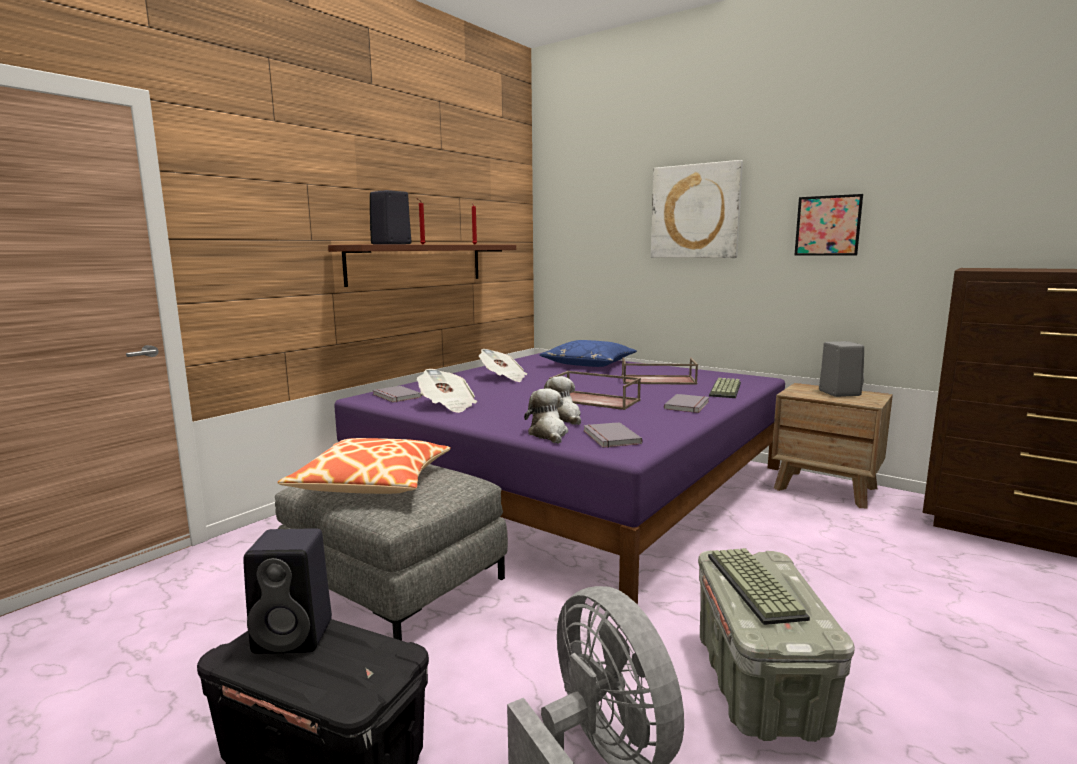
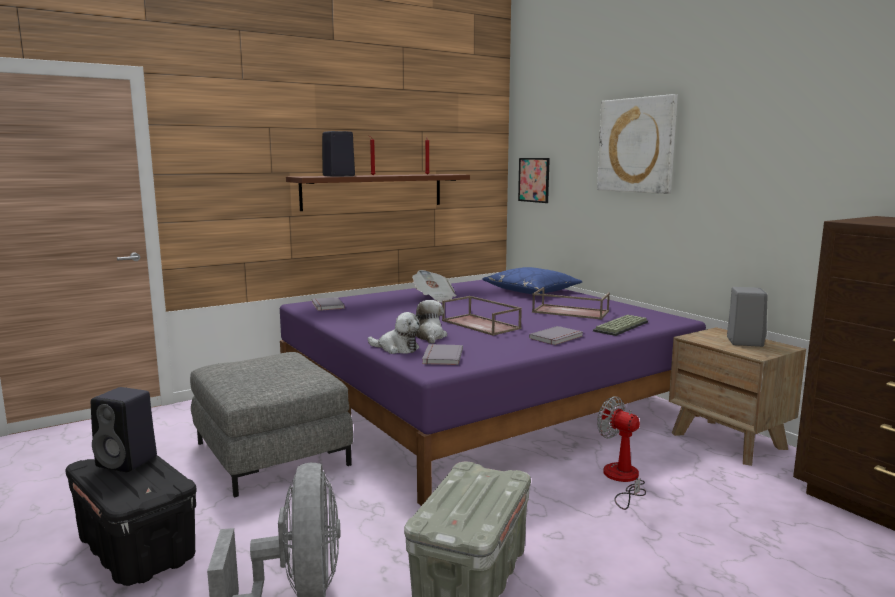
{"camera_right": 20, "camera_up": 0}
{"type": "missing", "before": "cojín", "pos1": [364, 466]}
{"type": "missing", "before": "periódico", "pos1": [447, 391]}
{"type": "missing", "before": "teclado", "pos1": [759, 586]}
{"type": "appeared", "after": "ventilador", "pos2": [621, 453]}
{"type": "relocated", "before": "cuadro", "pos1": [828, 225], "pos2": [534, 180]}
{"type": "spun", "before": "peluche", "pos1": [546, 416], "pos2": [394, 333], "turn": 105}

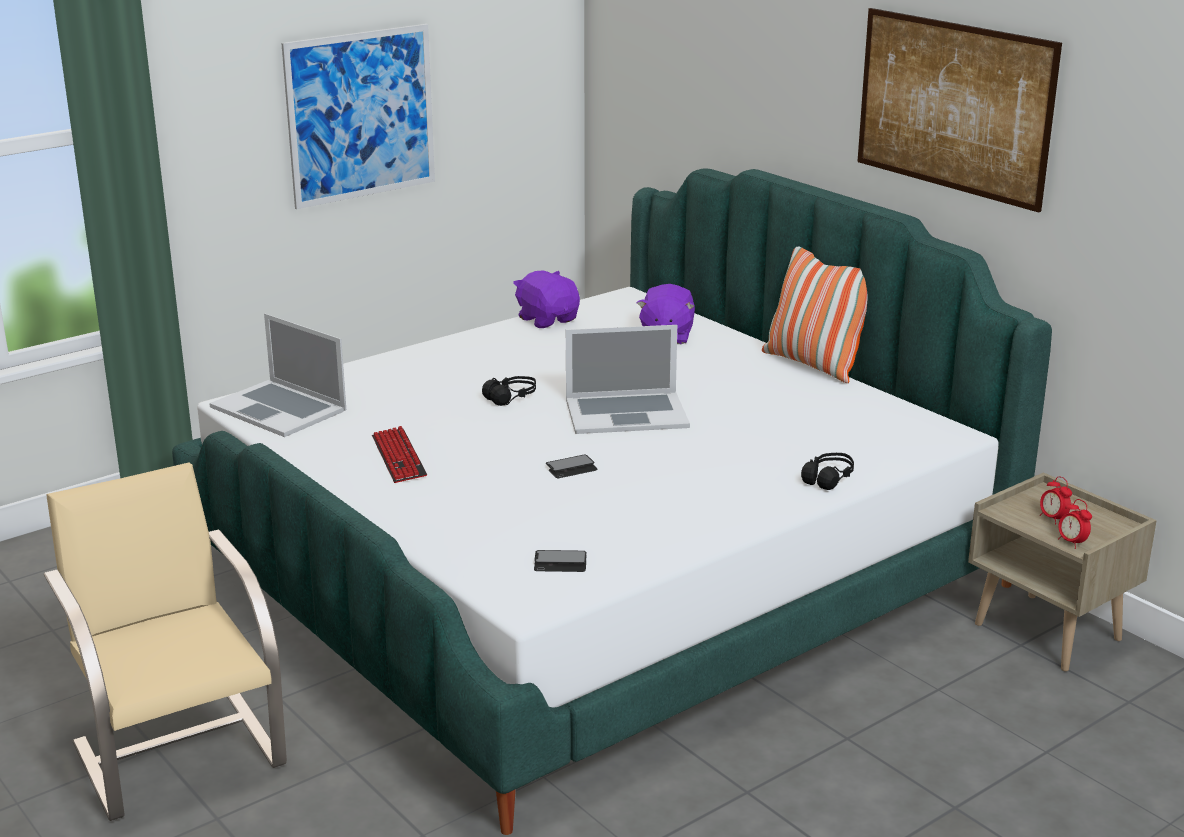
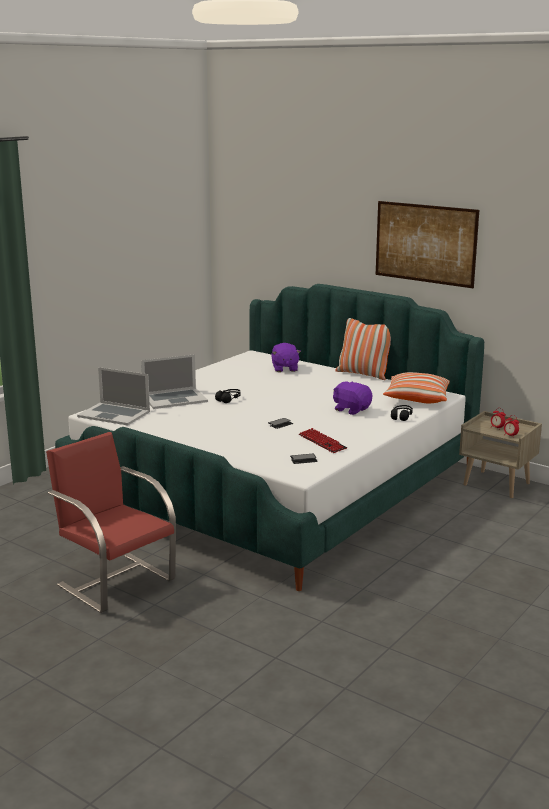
{"camera_right": -15, "camera_up": -5}
{"type": "missing", "before": "cuadro", "pos1": [358, 116]}
{"type": "appeared", "after": "cojín", "pos2": [416, 387]}
{"type": "relocated", "before": "teclado", "pos1": [399, 454], "pos2": [323, 440]}
{"type": "relocated", "before": "peluche (morado)", "pos1": [546, 299], "pos2": [352, 398]}
{"type": "relocated", "before": "portátil", "pos1": [628, 379], "pos2": [174, 381]}
{"type": "colour", "before": "silla (beis)", "after": "silla (rojo)", "pos1": [165, 642], "pos2": [111, 522]}

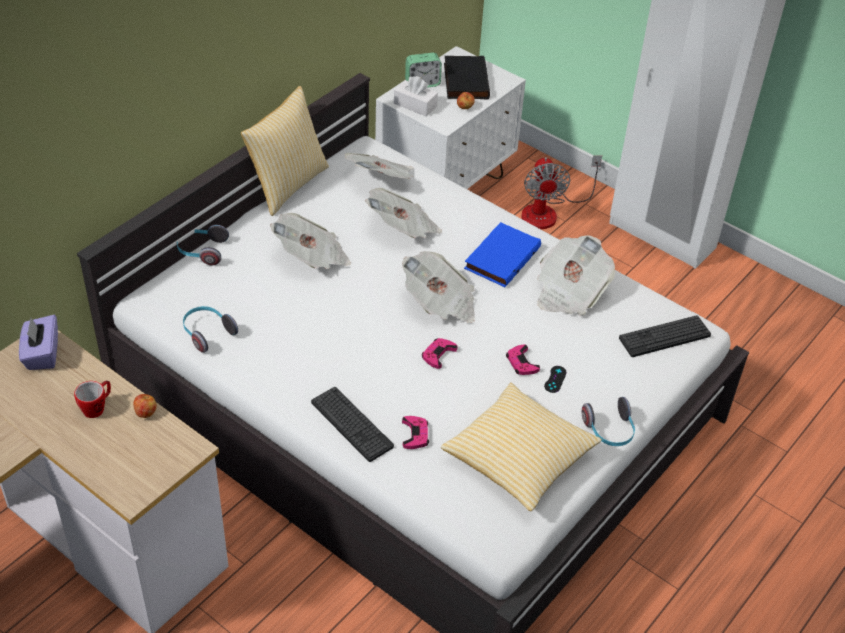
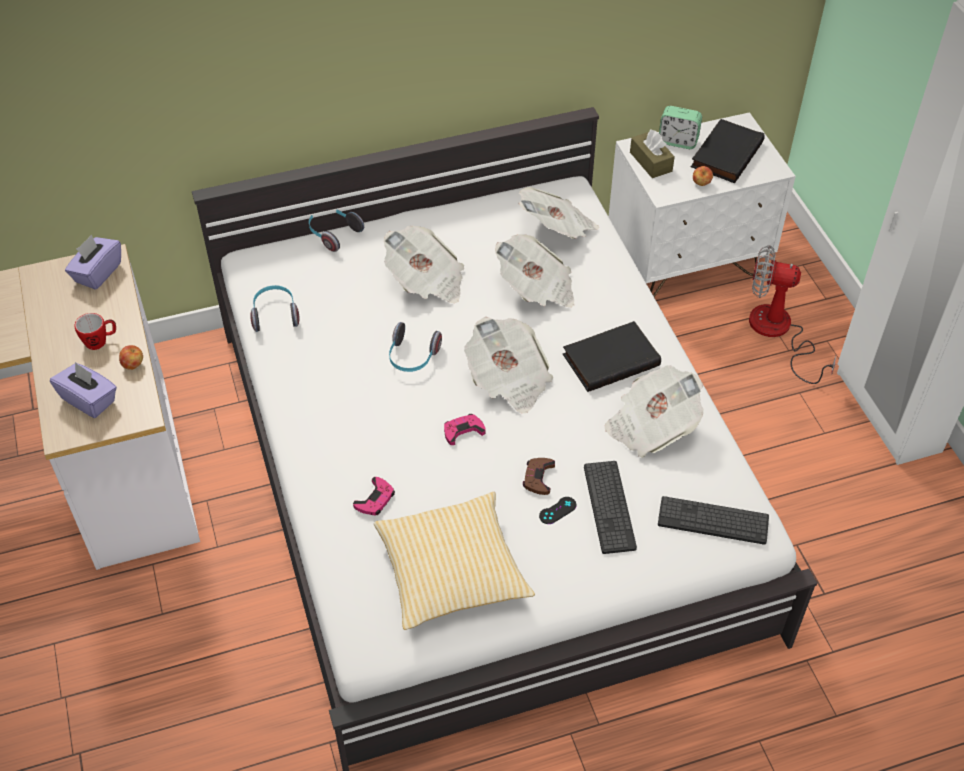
{"camera_right": 35, "camera_up": 5}
{"type": "missing", "before": "cojín", "pos1": [285, 151]}
{"type": "appeared", "after": "caja de pañuelos (morado)", "pos2": [83, 390]}
{"type": "relocated", "before": "teclado", "pos1": [352, 424], "pos2": [610, 507]}
{"type": "relocated", "before": "auriculares", "pos1": [608, 421], "pos2": [415, 347]}
{"type": "colour", "before": "caja de pañuelos (blanco)", "after": "caja de pañuelos (marrón)", "pos1": [416, 96], "pos2": [652, 153]}
{"type": "colour", "before": "libro (azul)", "after": "libro (negro)", "pos1": [502, 255], "pos2": [612, 356]}
{"type": "colour", "before": "mando de consola (rosa)", "after": "mando de consola (marrón)", "pos1": [523, 360], "pos2": [539, 476]}
{"type": "spun", "before": "ventilador", "pos1": [561, 192], "pos2": [792, 314], "turn": 75}

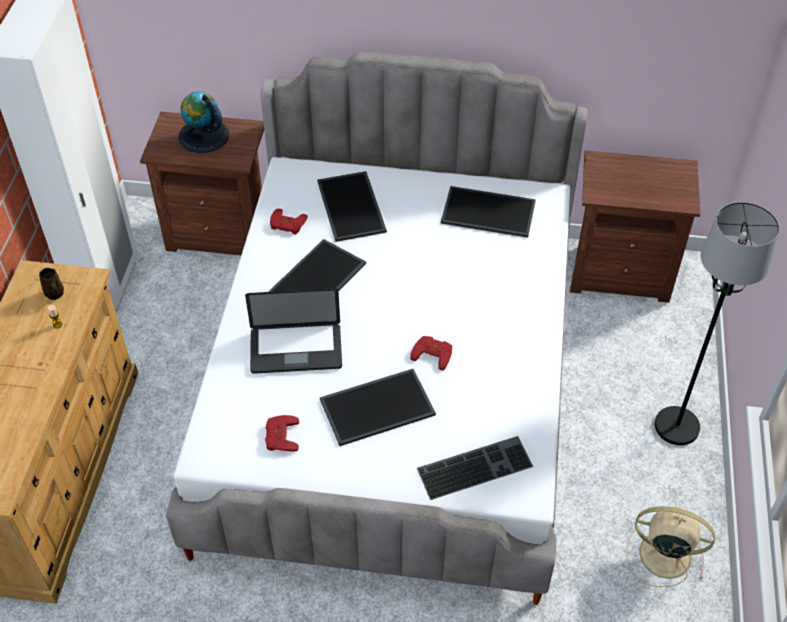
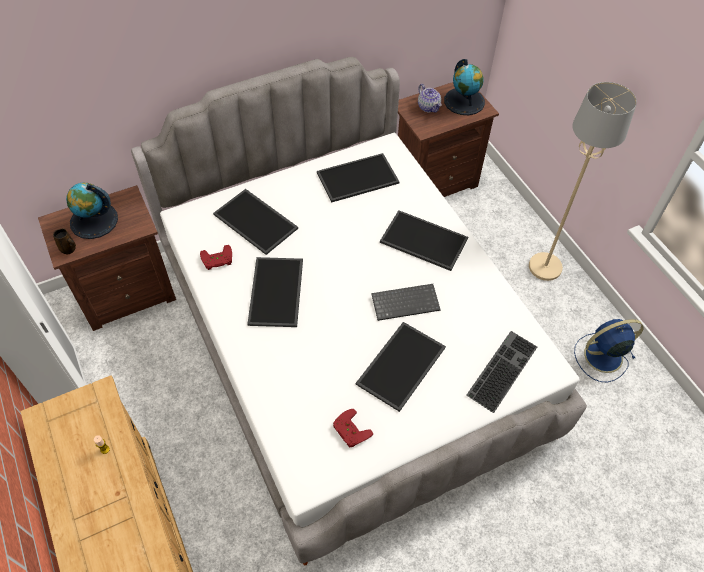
{"camera_right": -35, "camera_up": 5}
{"type": "missing", "before": "portátil", "pos1": [293, 331]}
{"type": "appeared", "after": "bandeja", "pos2": [424, 240]}
{"type": "appeared", "after": "tetera", "pos2": [430, 98]}
{"type": "appeared", "after": "globo terráqueo", "pos2": [464, 87]}
{"type": "relocated", "before": "taza grande (marrón)", "pos1": [51, 284], "pos2": [64, 241]}
{"type": "exchanged", "before": "mando de consola (rojo)", "after": "teclado", "pos1": [431, 353], "pos2": [406, 302]}
{"type": "colour", "before": "ventilador (beis)", "after": "ventilador (azul)", "pos1": [670, 546], "pos2": [609, 350]}
{"type": "colour", "before": "lámpara de pie (negro)", "after": "lámpara de pie (beis)", "pos1": [717, 323], "pos2": [583, 181]}

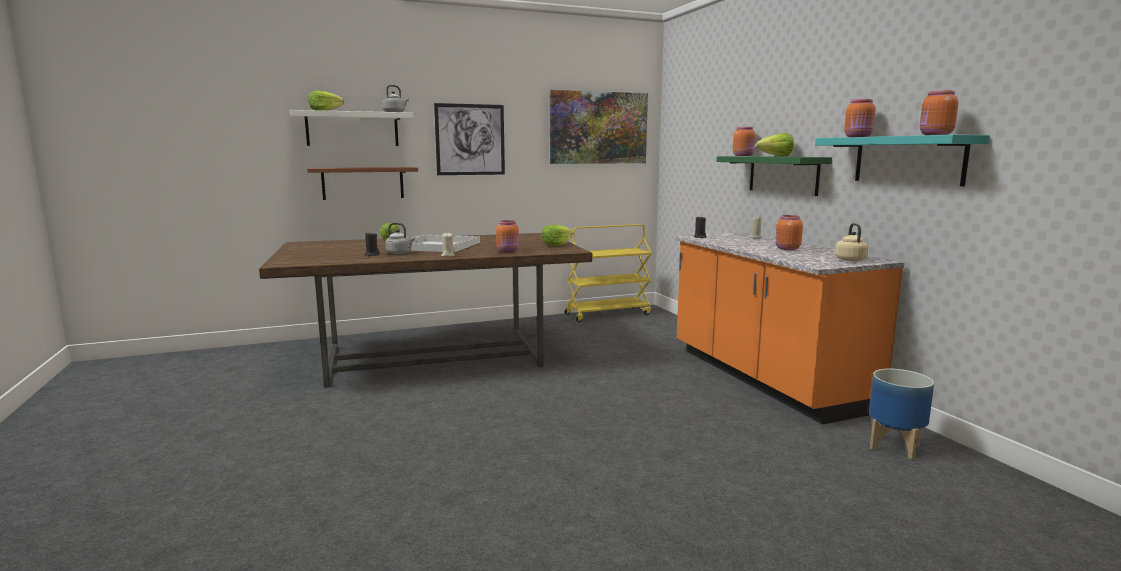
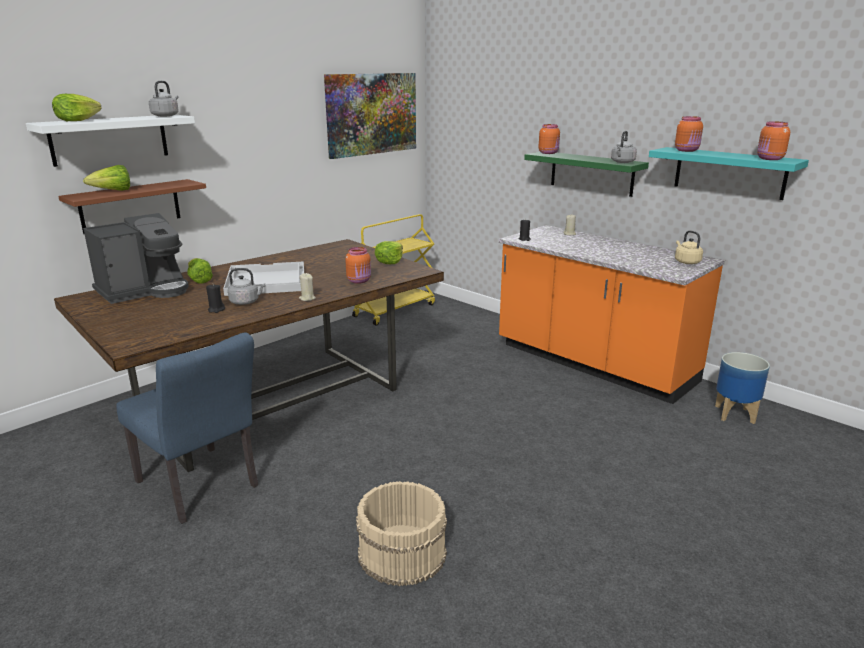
{"camera_right": -25, "camera_up": 10}
{"type": "missing", "before": "cuadro", "pos1": [469, 139]}
{"type": "missing", "before": "tarro (naranja)", "pos1": [789, 232]}
{"type": "appeared", "after": "cafetera", "pos2": [136, 258]}
{"type": "appeared", "after": "silla (azul)", "pos2": [187, 428]}
{"type": "appeared", "after": "cubo (beis)", "pos2": [401, 533]}
{"type": "appeared", "after": "hervidor (gris)", "pos2": [624, 147]}
{"type": "relocated", "before": "lechuga", "pos1": [774, 144], "pos2": [106, 178]}

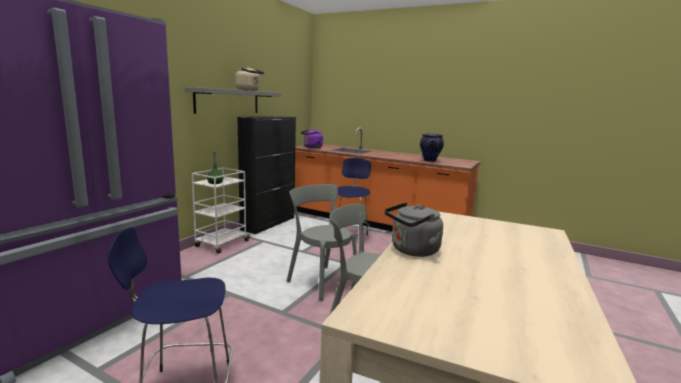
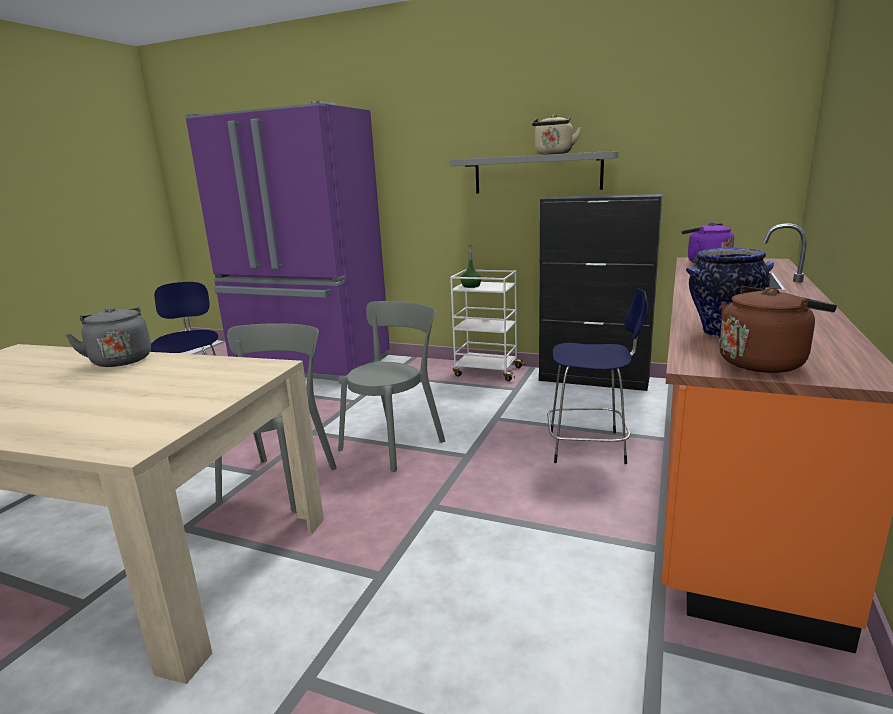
{"camera_right": 85, "camera_up": 5}
{"type": "appeared", "after": "hervidor (marrón)", "pos2": [778, 329]}

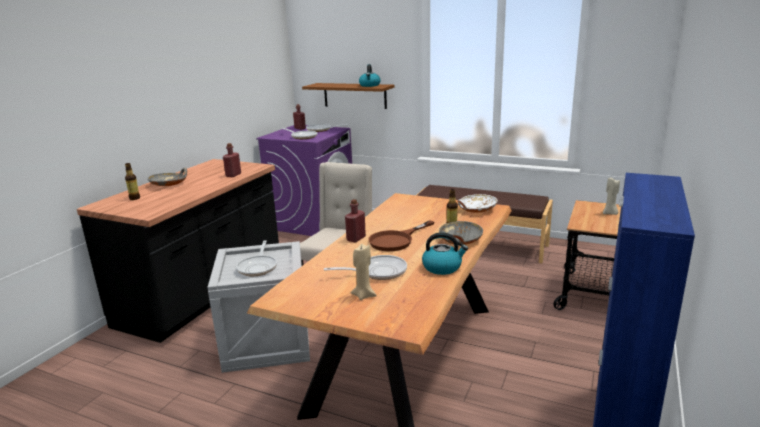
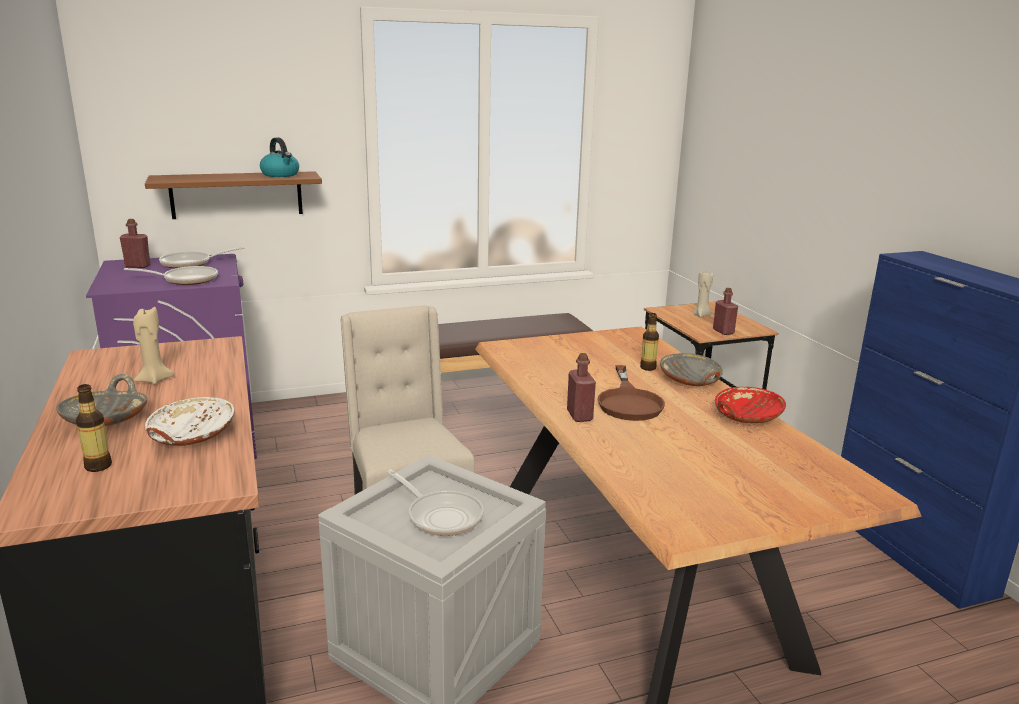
{"camera_right": -45, "camera_up": 0}
{"type": "missing", "before": "sartén", "pos1": [365, 267]}
{"type": "relocated", "before": "botella (rojo)", "pos1": [232, 160], "pos2": [725, 311]}
{"type": "relocated", "before": "vela (beis)", "pos1": [364, 272], "pos2": [153, 345]}
{"type": "relocated", "before": "cuenco (blanco)", "pos1": [477, 203], "pos2": [190, 421]}
{"type": "exchanged", "before": "hervidor", "after": "cuenco (rojo)", "pos1": [445, 253], "pos2": [750, 405]}

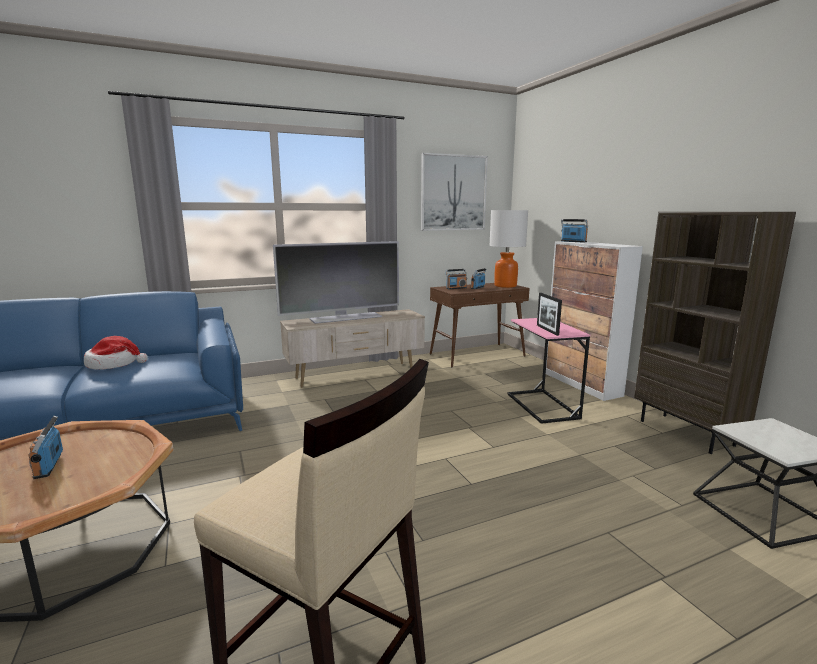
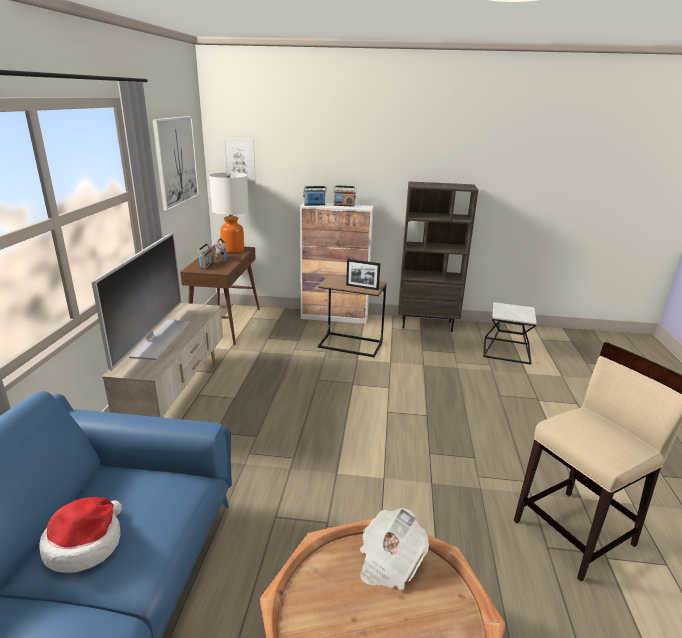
{"camera_right": -60, "camera_up": 10}
{"type": "appeared", "after": "cuadro", "pos2": [239, 162]}
{"type": "appeared", "after": "periódico", "pos2": [394, 549]}
{"type": "relocated", "before": "radio", "pos1": [46, 447], "pos2": [344, 196]}
{"type": "colour", "before": "mesa auxiliar (rosa)", "after": "mesa auxiliar (marrón)", "pos1": [548, 371], "pos2": [352, 316]}

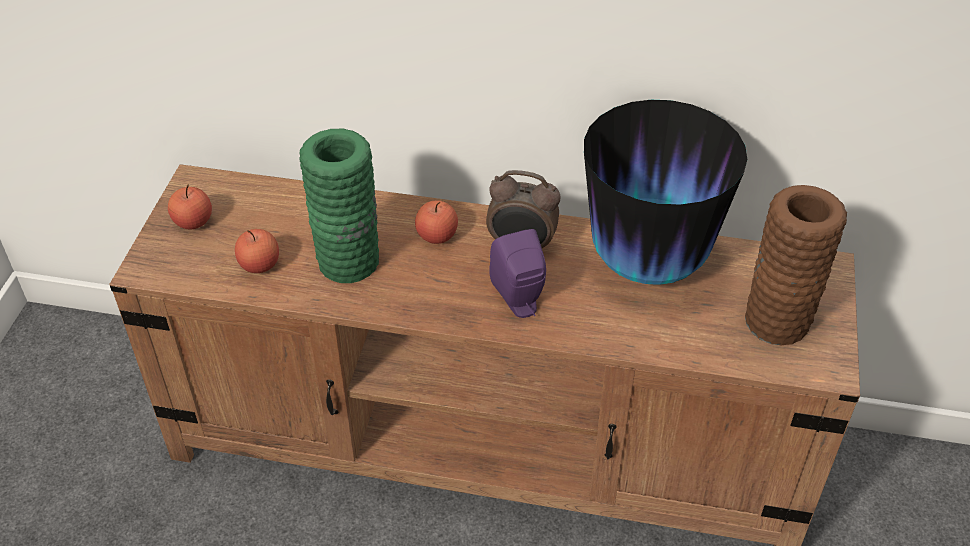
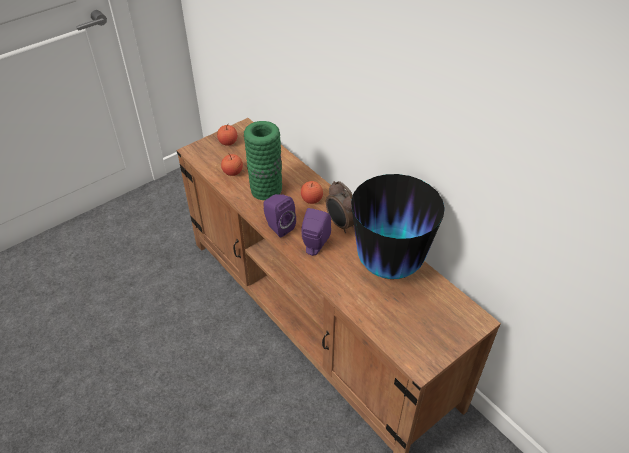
{"camera_right": 40, "camera_up": 0}
{"type": "missing", "before": "florero (marrón)", "pos1": [796, 265]}
{"type": "appeared", "after": "altavoz (morado)", "pos2": [279, 216]}

